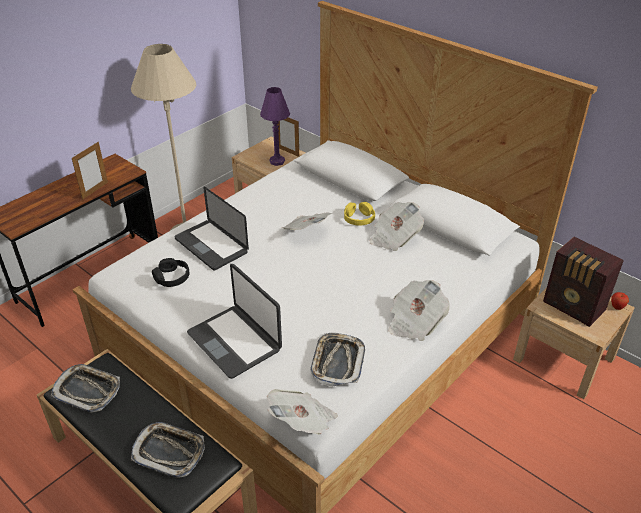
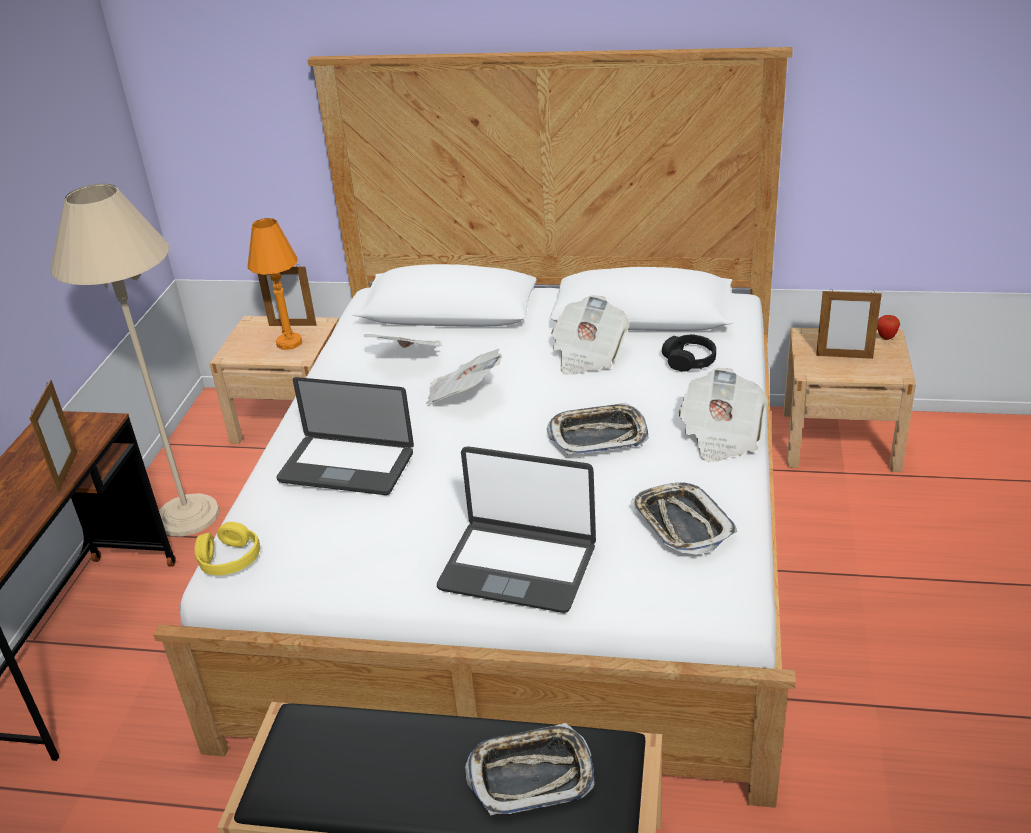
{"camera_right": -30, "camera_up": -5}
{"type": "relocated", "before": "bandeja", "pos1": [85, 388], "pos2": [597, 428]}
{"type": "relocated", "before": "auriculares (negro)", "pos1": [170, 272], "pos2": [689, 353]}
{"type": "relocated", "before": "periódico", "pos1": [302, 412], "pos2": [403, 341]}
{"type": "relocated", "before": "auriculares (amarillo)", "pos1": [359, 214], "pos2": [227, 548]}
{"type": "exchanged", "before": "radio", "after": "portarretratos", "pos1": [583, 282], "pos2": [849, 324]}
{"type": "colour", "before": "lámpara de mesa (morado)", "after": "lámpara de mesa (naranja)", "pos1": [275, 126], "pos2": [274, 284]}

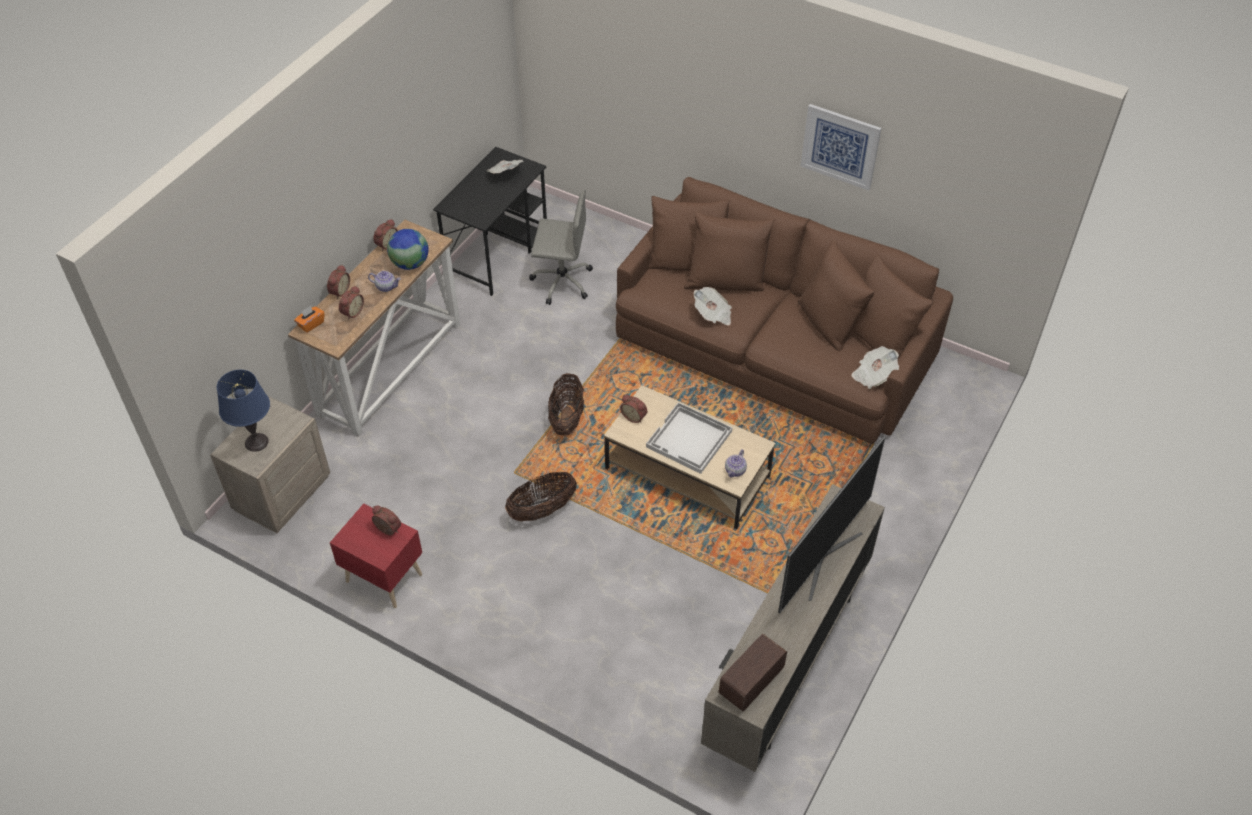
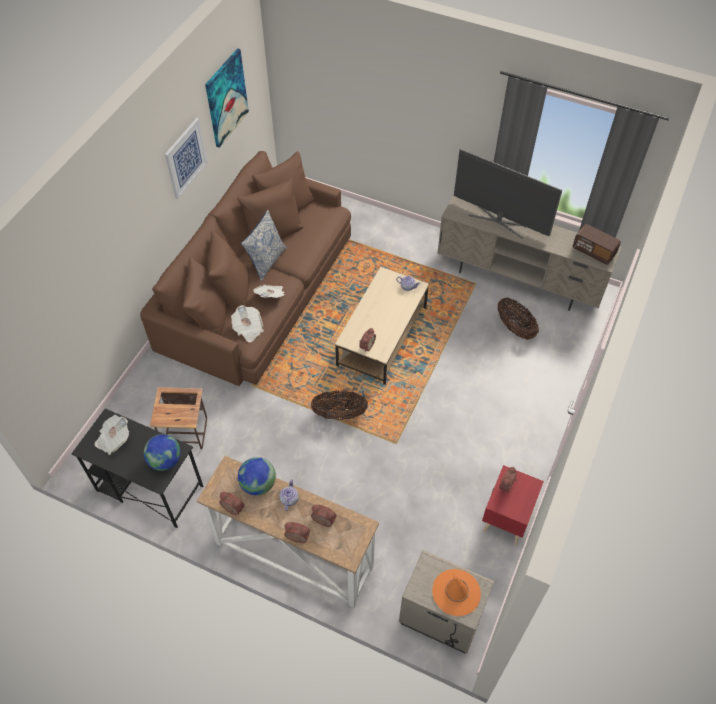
{"camera_right": -95, "camera_up": 5}
{"type": "missing", "before": "caja de pañuelos (naranja)", "pos1": [309, 319]}
{"type": "missing", "before": "bandeja (blanco)", "pos1": [689, 438]}
{"type": "appeared", "after": "globo terráqueo", "pos2": [162, 452]}
{"type": "appeared", "after": "cuadro", "pos2": [227, 98]}
{"type": "appeared", "after": "cojín", "pos2": [264, 245]}
{"type": "relocated", "before": "cesta", "pos1": [541, 496], "pos2": [518, 318]}
{"type": "relocated", "before": "periódico", "pos1": [875, 367], "pos2": [247, 324]}
{"type": "exchanged", "before": "lámpara de mesa (azul)", "after": "sombrero (naranja)", "pos1": [243, 411], "pos2": [456, 592]}
{"type": "exchanged", "before": "silla de oficina (gris)", "after": "mesa auxiliar", "pos1": [561, 247], "pos2": [178, 418]}

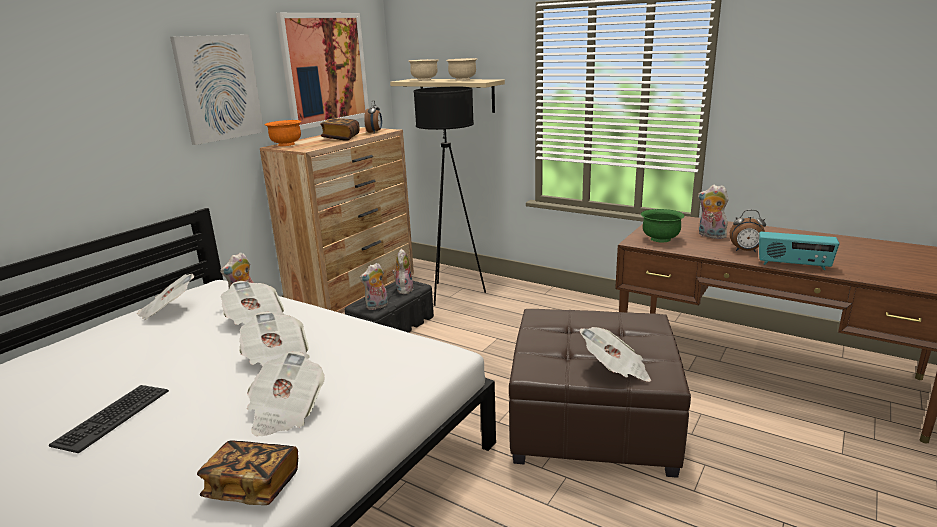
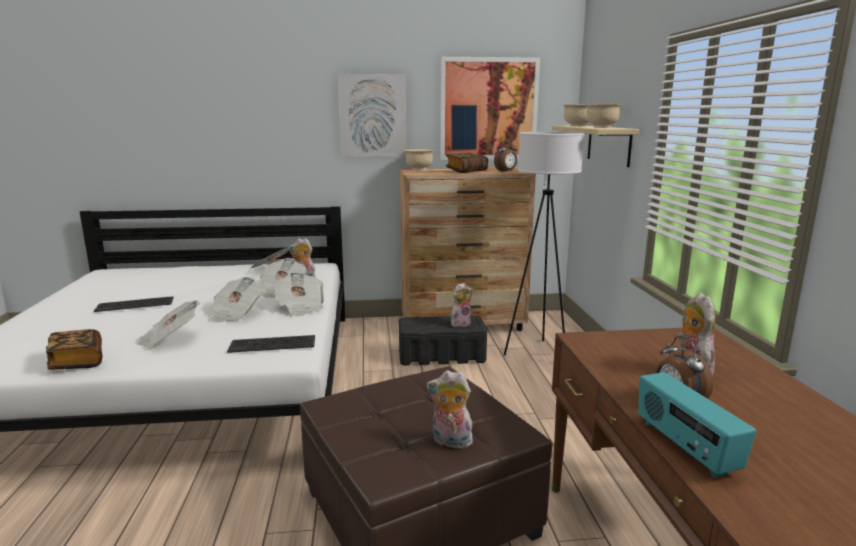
{"camera_right": 50, "camera_up": -5}
{"type": "missing", "before": "cuenco (verde)", "pos1": [663, 226]}
{"type": "appeared", "after": "teclado", "pos2": [271, 344]}
{"type": "relocated", "before": "peluche", "pos1": [373, 286], "pos2": [449, 410]}
{"type": "relocated", "before": "periódico", "pos1": [615, 354], "pos2": [299, 294]}
{"type": "colour", "before": "cuenco (naranja)", "after": "cuenco (beis)", "pos1": [283, 133], "pos2": [419, 159]}
{"type": "colour", "before": "lámpara de pie (negro)", "after": "lámpara de pie (blanco)", "pos1": [449, 196], "pos2": [544, 244]}

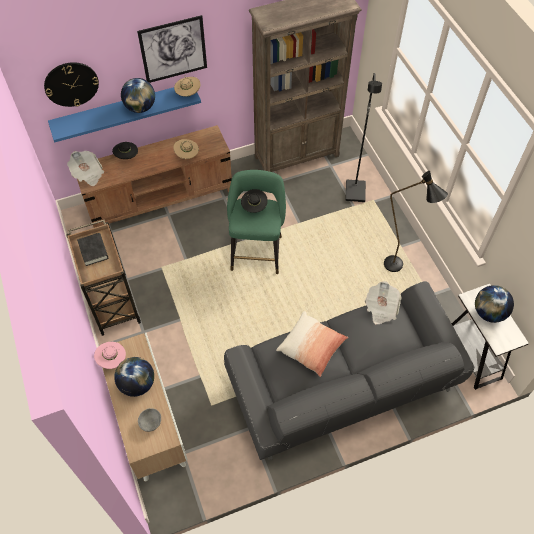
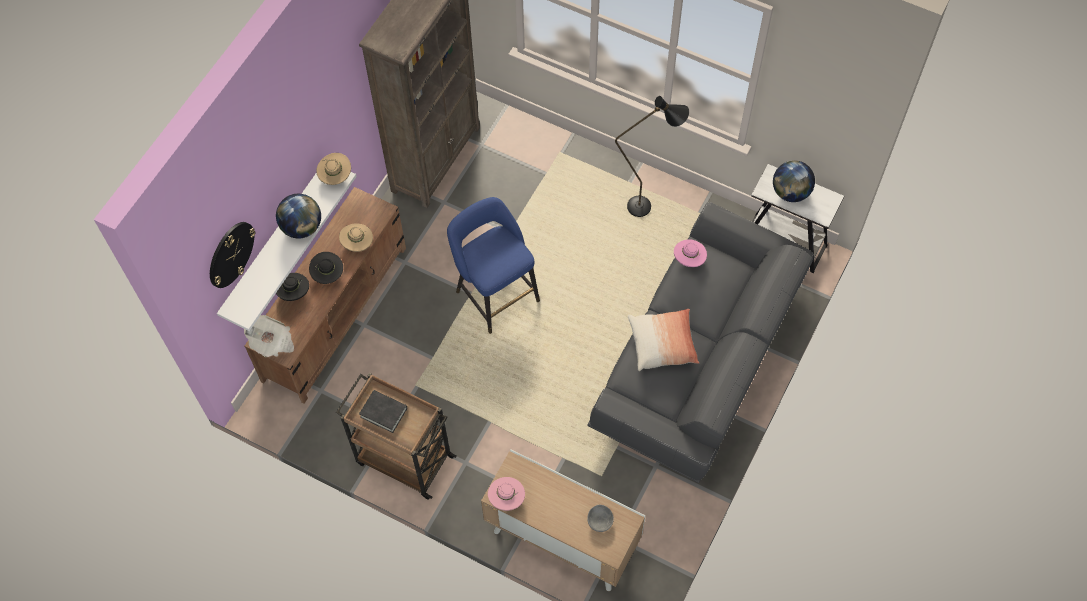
{"camera_right": -40, "camera_up": 5}
{"type": "missing", "before": "globo terráqueo", "pos1": [134, 377]}
{"type": "missing", "before": "cuadro", "pos1": [172, 49]}
{"type": "missing", "before": "lámpara de pie (negro)", "pos1": [363, 137]}
{"type": "relocated", "before": "sombrero (negro)", "pos1": [254, 201], "pos2": [326, 268]}
{"type": "exchanged", "before": "periódico", "after": "sombrero (rosa)", "pos1": [383, 303], "pos2": [690, 253]}
{"type": "colour", "before": "estante (azul)", "after": "estante (blanco)", "pos1": [124, 115], "pos2": [287, 251]}
{"type": "colour", "before": "taburete (verde)", "after": "taburete (azul)", "pos1": [256, 222], "pos2": [493, 265]}

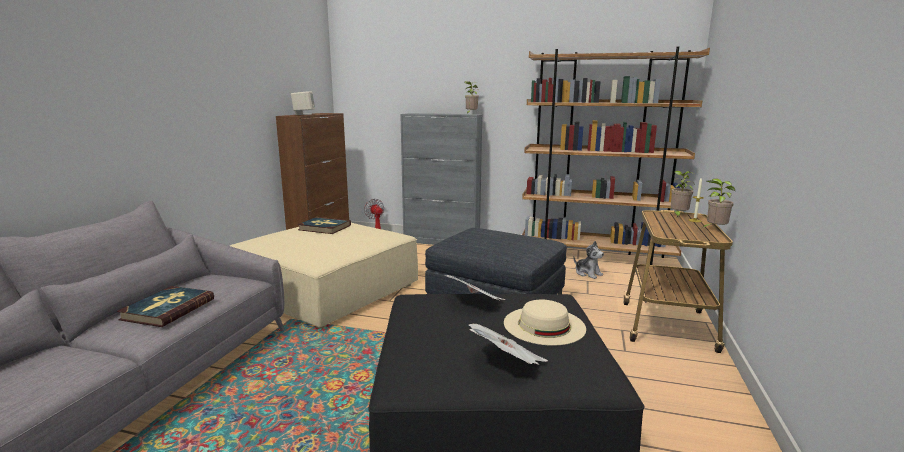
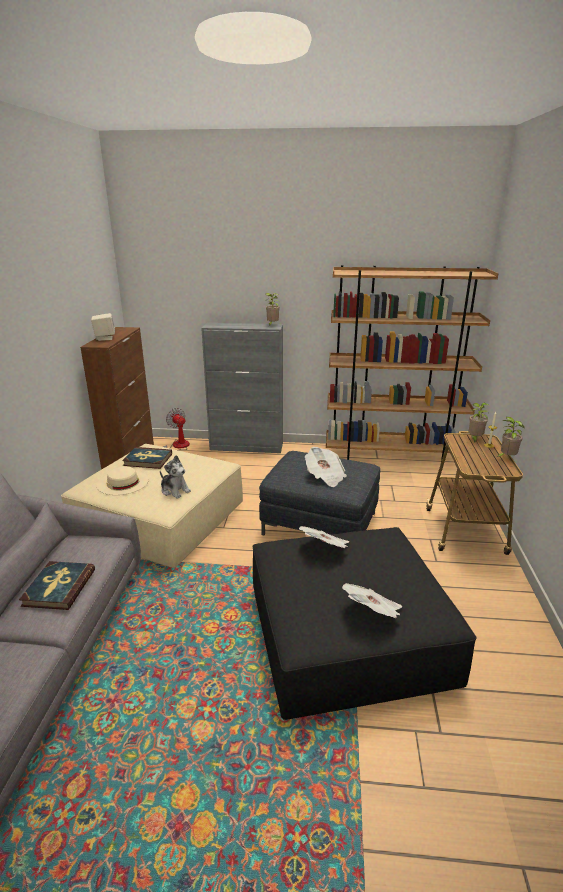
{"camera_right": -10, "camera_up": 10}
{"type": "appeared", "after": "periódico", "pos2": [326, 467]}
{"type": "relocated", "before": "sombrero (beis)", "pos1": [545, 323], "pos2": [123, 480]}
{"type": "relocated", "before": "peluche", "pos1": [588, 260], "pos2": [175, 477]}

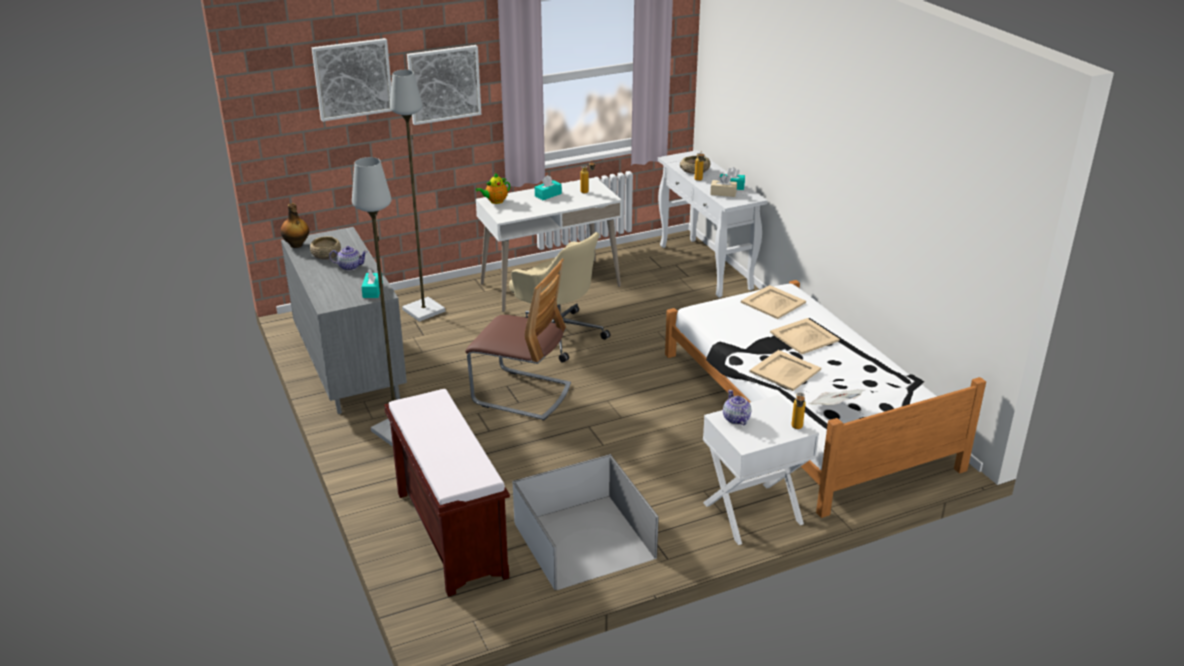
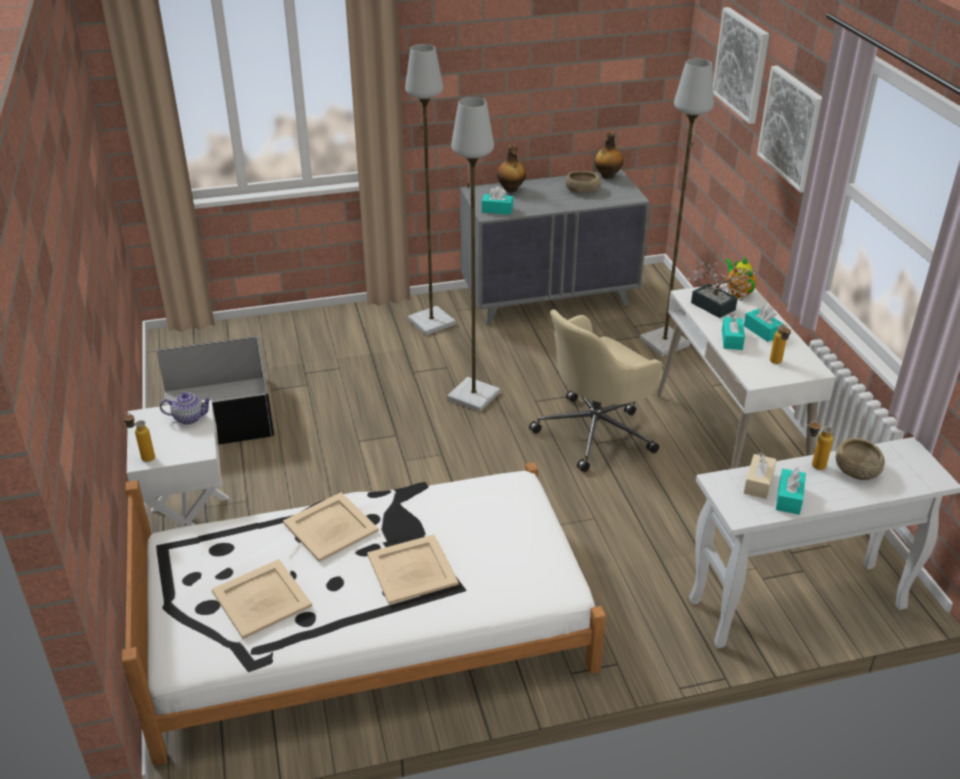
{"camera_right": 100, "camera_up": 5}
{"type": "missing", "before": "tetera", "pos1": [348, 258]}
{"type": "missing", "before": "banco (marrón)", "pos1": [447, 493]}
{"type": "missing", "before": "periódico", "pos1": [836, 397]}
{"type": "appeared", "after": "botella", "pos2": [511, 168]}
{"type": "appeared", "after": "planta en maceta", "pos2": [720, 290]}
{"type": "appeared", "after": "caja de pañuelos (turquesa)", "pos2": [733, 331]}
{"type": "relocated", "before": "bandeja (beis)", "pos1": [773, 302], "pos2": [262, 599]}
{"type": "exchanged", "before": "silla", "after": "lámpara de pie (gris)", "pos1": [518, 340], "pos2": [473, 254]}
{"type": "colour", "before": "caja de almacenaje (blanco)", "after": "caja de almacenaje (negro)", "pos1": [585, 522], "pos2": [215, 390]}

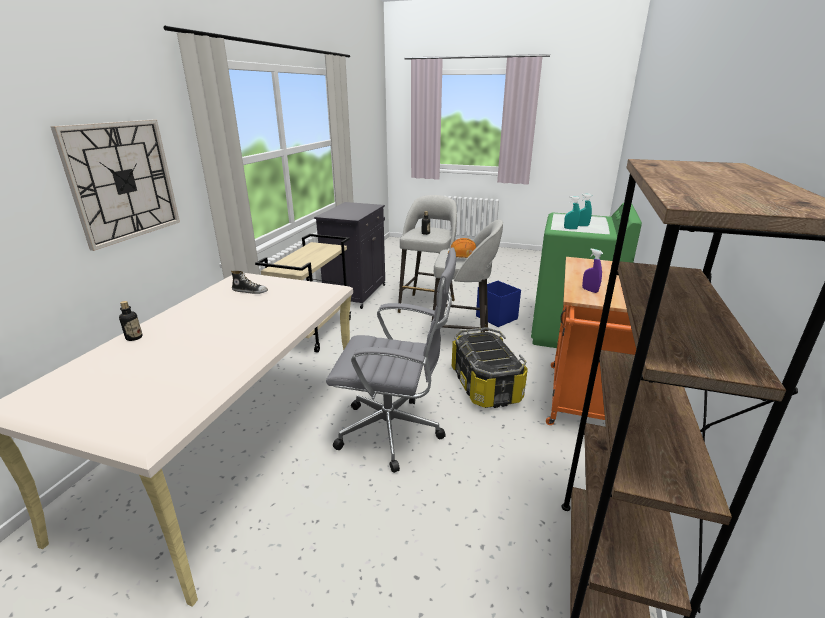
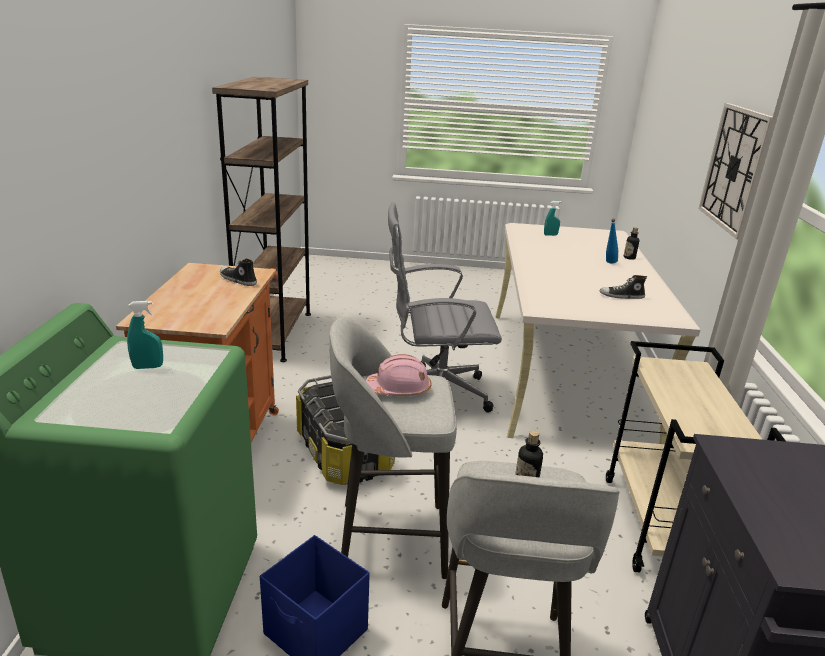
{"camera_right": 165, "camera_up": 0}
{"type": "appeared", "after": "botella (azul)", "pos2": [612, 241]}
{"type": "relocated", "before": "pulverizador (turquesa)", "pos1": [572, 212], "pos2": [553, 218]}
{"type": "exchanged", "before": "pulverizador (morado)", "after": "zapato", "pos1": [592, 270], "pos2": [238, 272]}
{"type": "colour", "before": "casco (naranja)", "after": "casco (rosa)", "pos1": [462, 248], "pos2": [398, 375]}

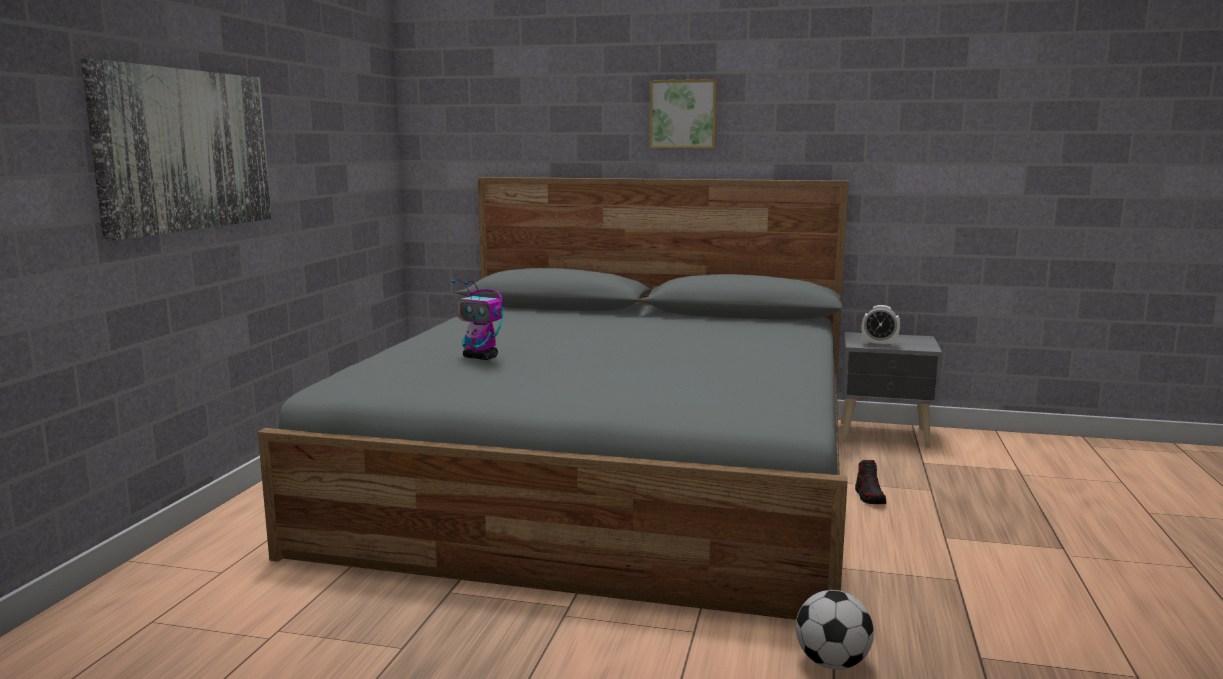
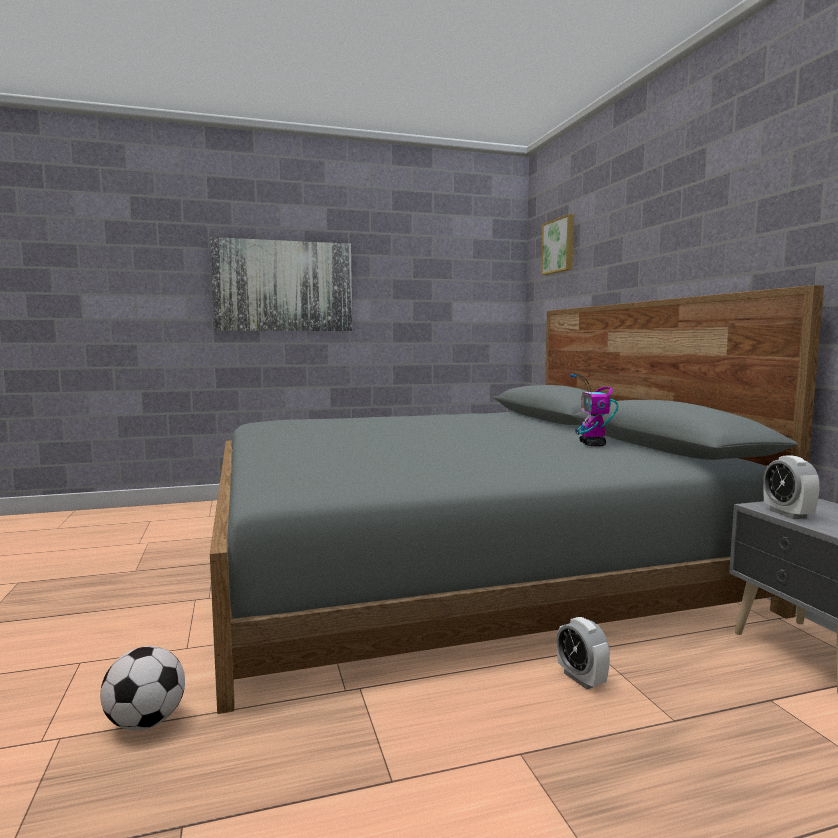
{"camera_right": 60, "camera_up": -5}
{"type": "relocated", "before": "robot de juguete", "pos1": [477, 319], "pos2": [594, 410]}
{"type": "relocated", "before": "cuadro", "pos1": [683, 113], "pos2": [557, 244]}
{"type": "exchanged", "before": "zapato", "after": "despertador", "pos1": [870, 482], "pos2": [583, 653]}

